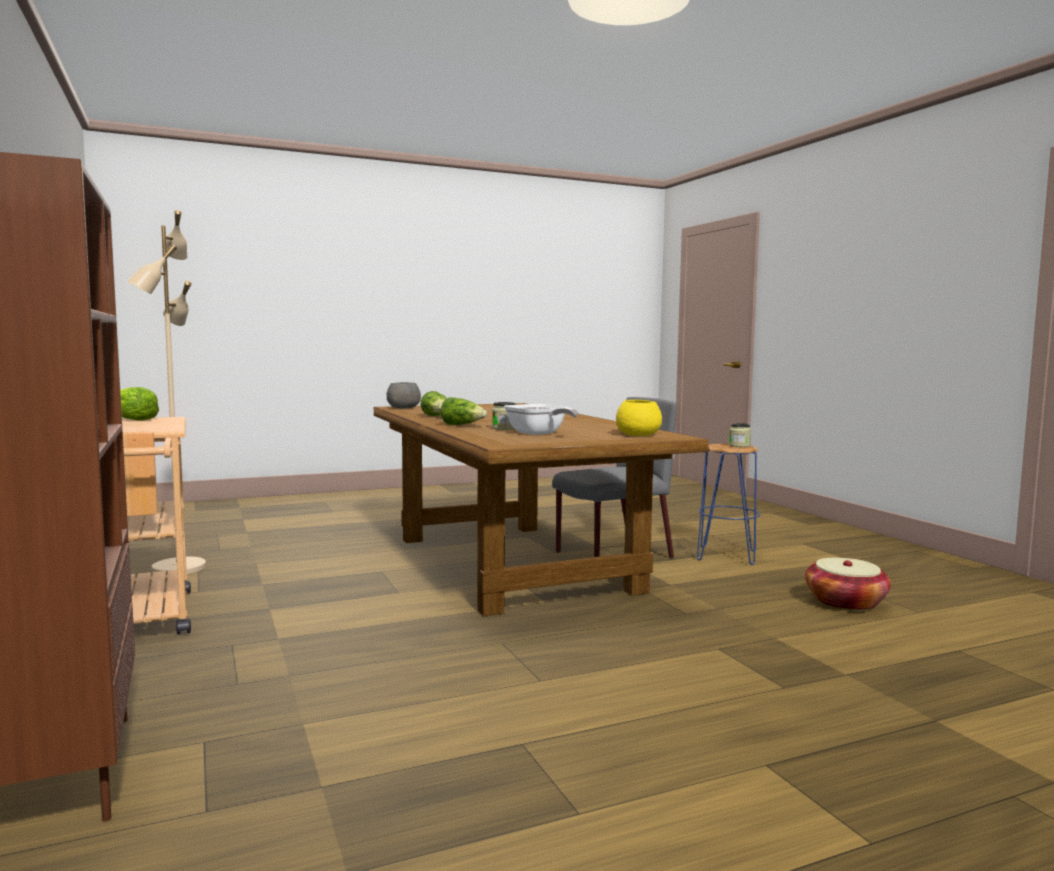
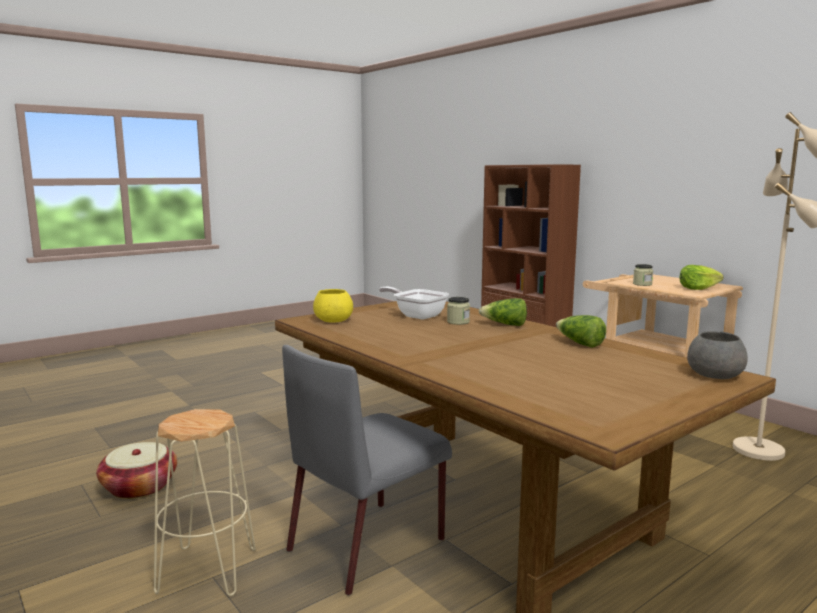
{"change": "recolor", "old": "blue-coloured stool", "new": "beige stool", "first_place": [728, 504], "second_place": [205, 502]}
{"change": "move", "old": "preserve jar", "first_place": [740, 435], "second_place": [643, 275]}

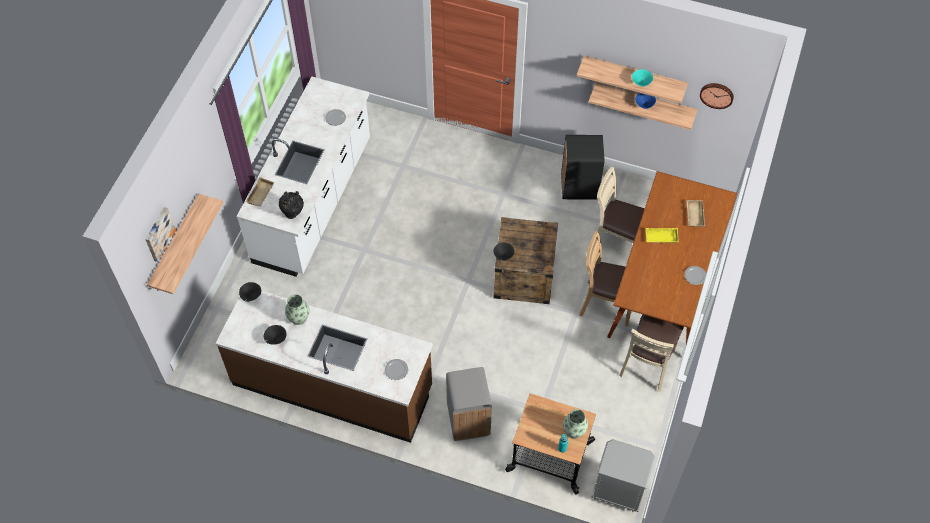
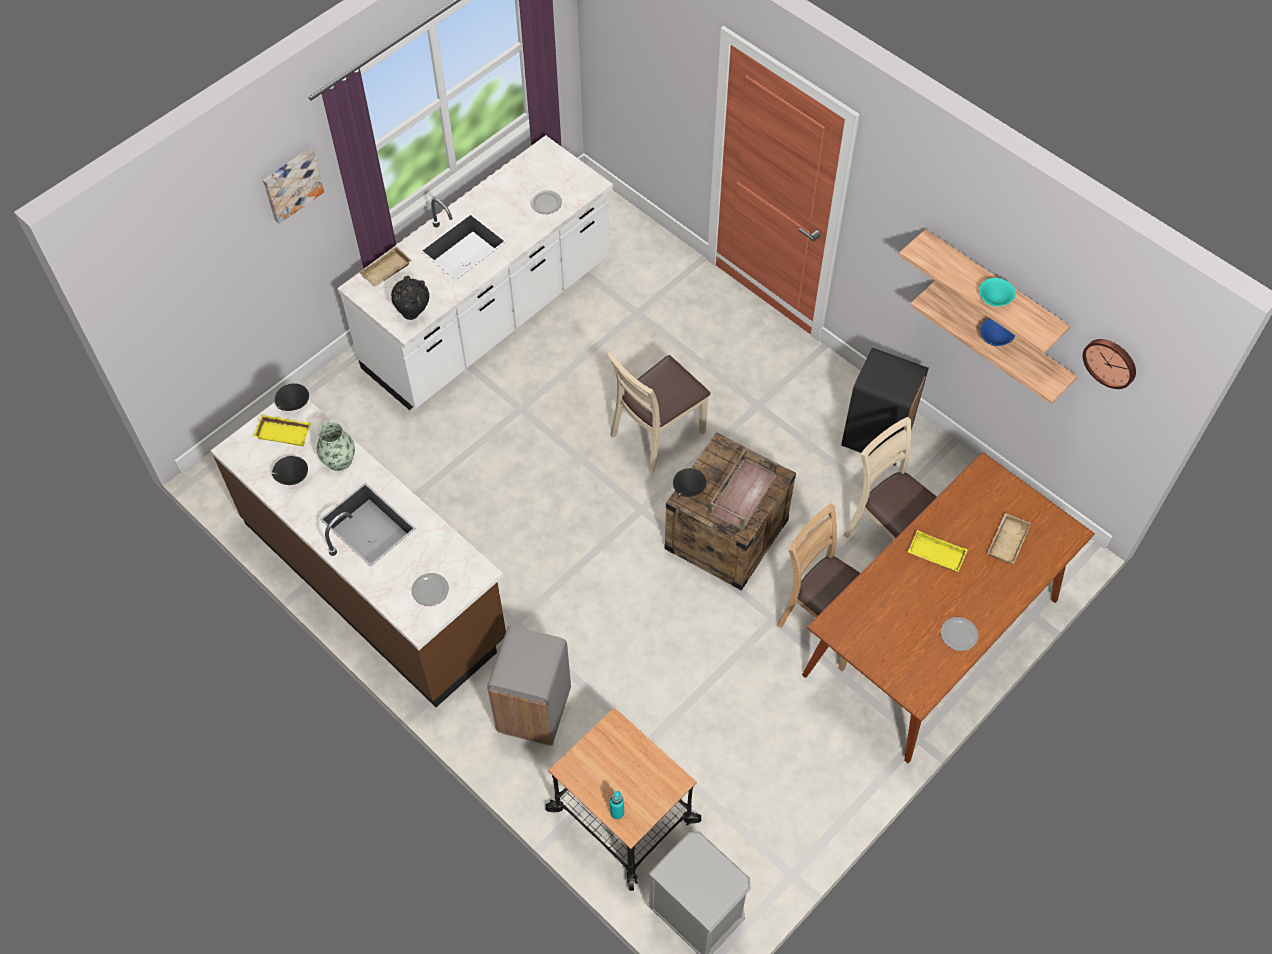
{"change": "insert", "new": "yellow-coloured serving tray", "second_place": [282, 430]}
{"change": "move", "old": "picture", "first_place": [160, 234], "second_place": [293, 186]}
{"change": "move", "old": "beige chair", "first_place": [651, 353], "second_place": [658, 413]}
{"change": "insert", "new": "brownish serving tray", "second_place": [744, 489]}
{"change": "delete", "old": "bracket shelf", "first_place": [185, 243]}
{"change": "delete", "old": "decorative vase", "first_place": [575, 424]}

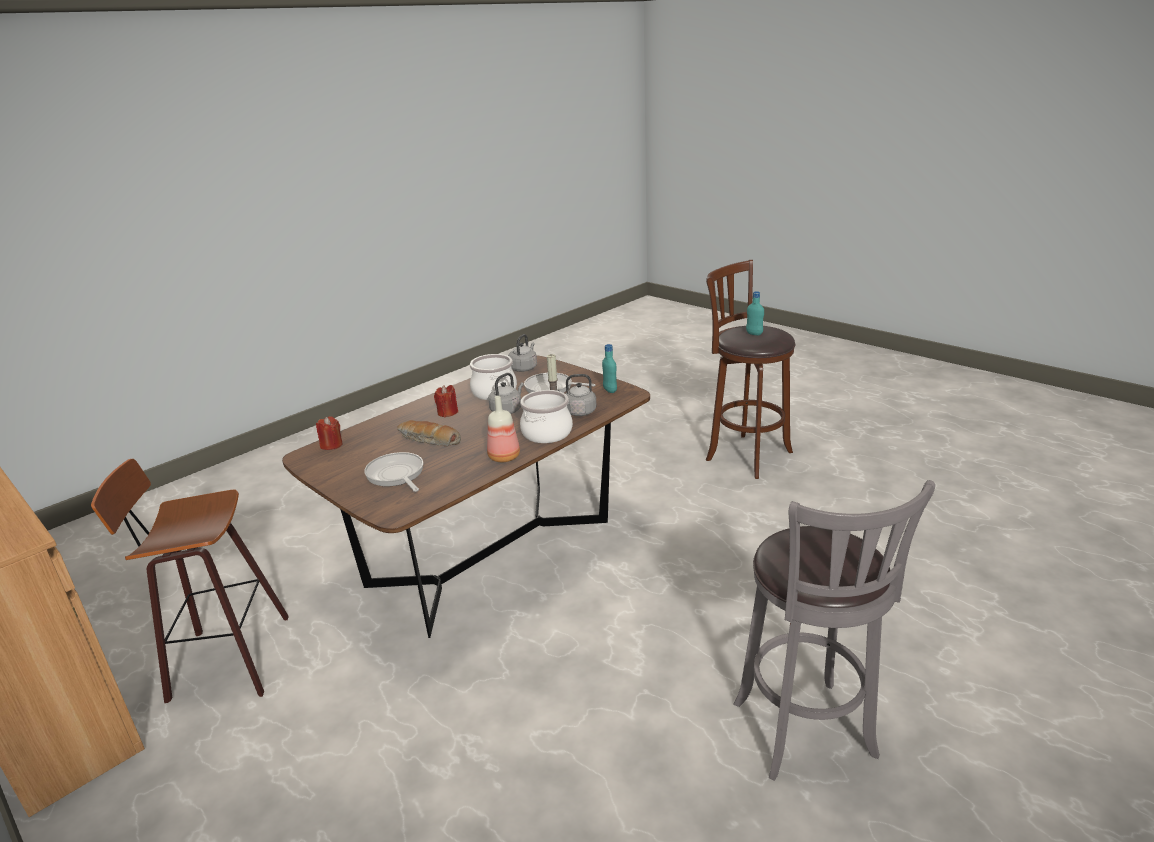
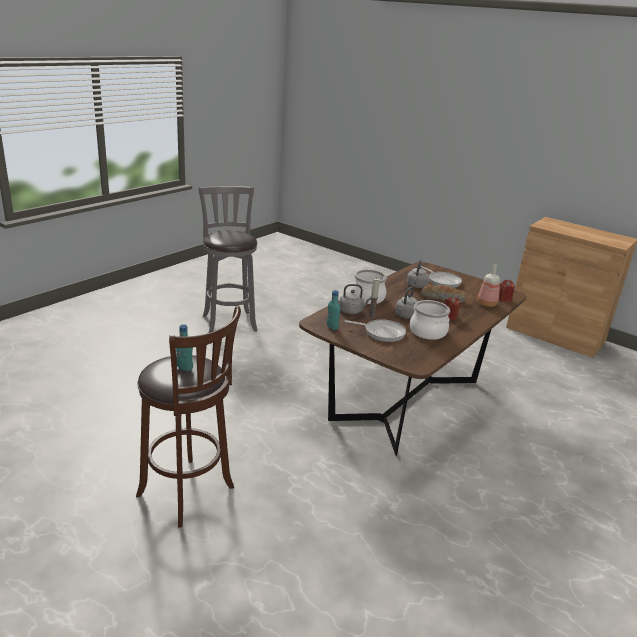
{"change": "move", "old": "gray kettle", "first_place": [522, 353], "second_place": [418, 273]}
{"change": "move", "old": "bottle", "first_place": [503, 429], "second_place": [488, 285]}
{"change": "delete", "old": "stool", "first_place": [190, 581]}

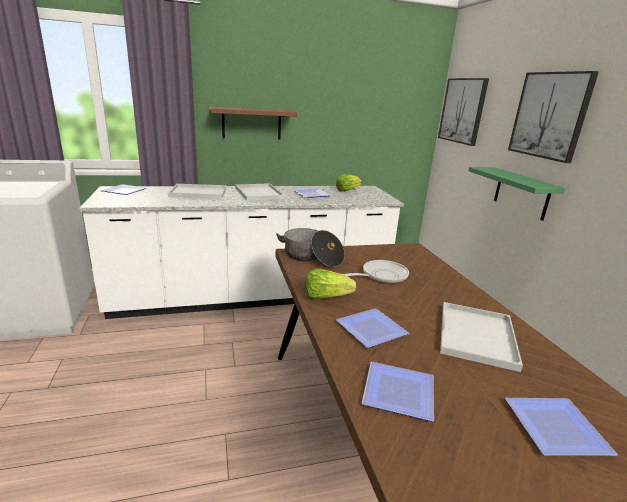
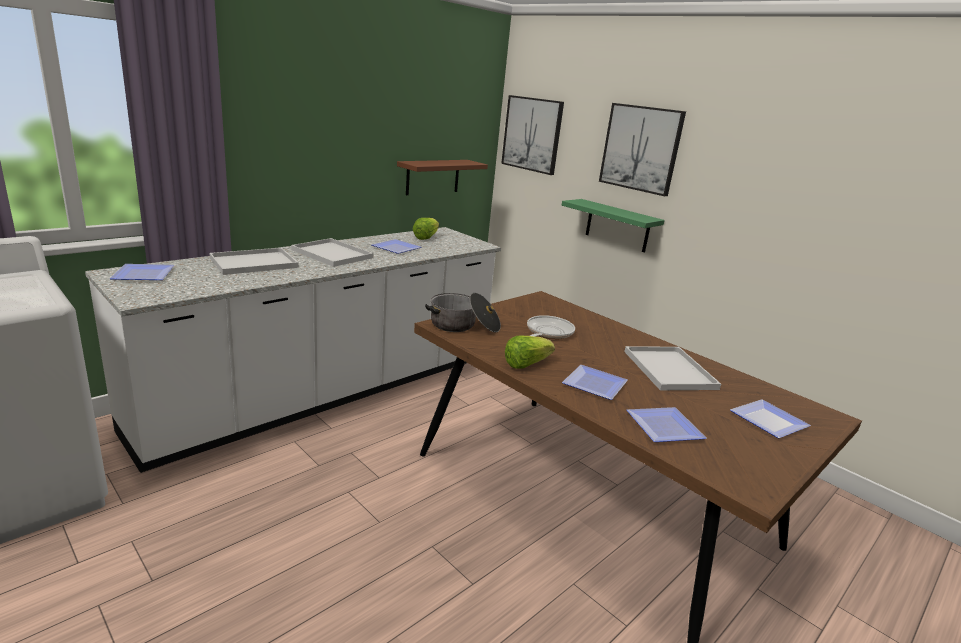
{"change": "move", "old": "brownish bracket shelf", "first_place": [253, 123], "second_place": [442, 177]}

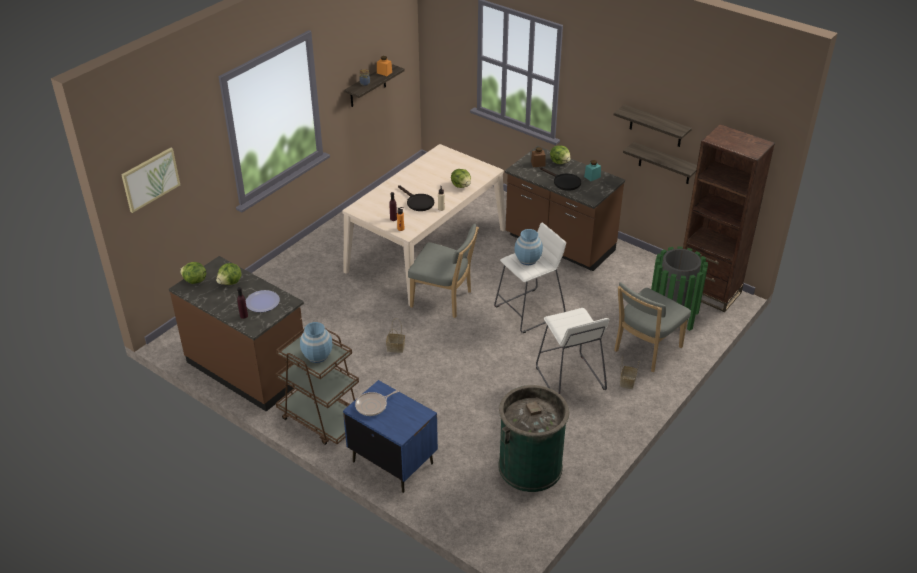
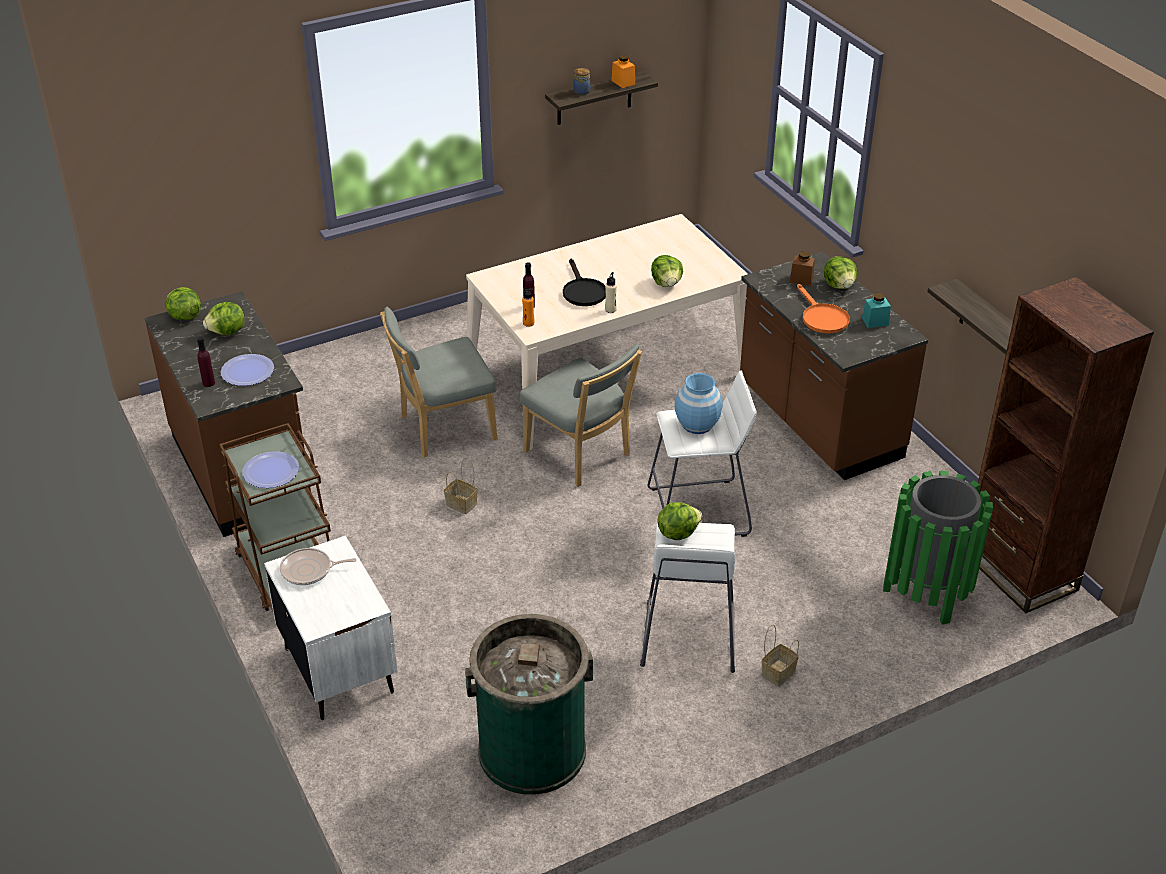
{"change": "replace", "old": "blue-coloured decorative vase", "new": "flat dish", "first_place": [316, 342], "second_place": [270, 469]}
{"change": "recolor", "old": "blue-coloured nightstand", "new": "white-coloured nightstand", "first_place": [390, 436], "second_place": [331, 628]}
{"change": "move", "old": "gray chair", "first_place": [652, 327], "second_place": [438, 382]}
{"change": "insert", "new": "lettuce", "second_place": [679, 521]}
{"change": "recolor", "old": "black frying pan", "new": "orangey frying pan", "first_place": [560, 179], "second_place": [823, 309]}
{"change": "delete", "old": "picture", "first_place": [150, 180]}
{"change": "delete", "old": "bracket shelf", "first_place": [653, 126]}

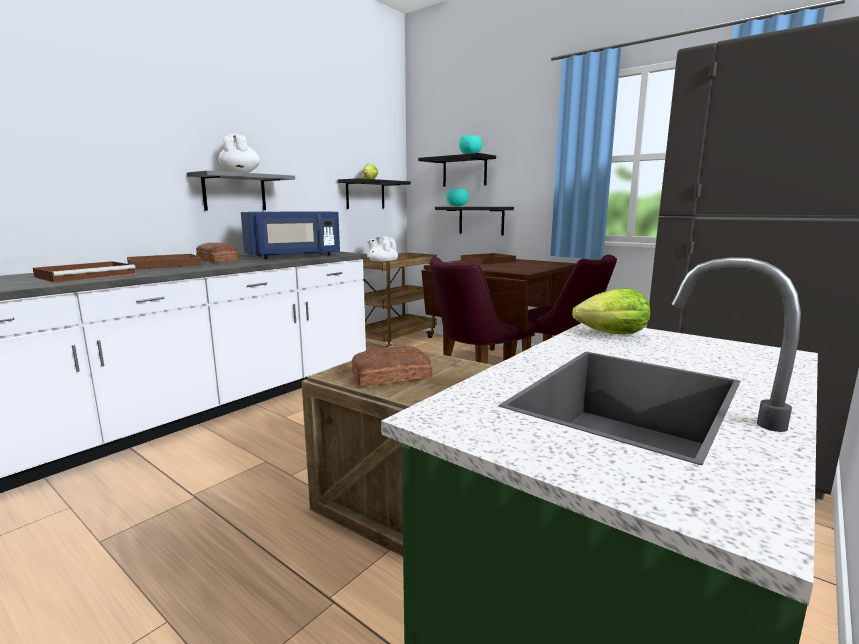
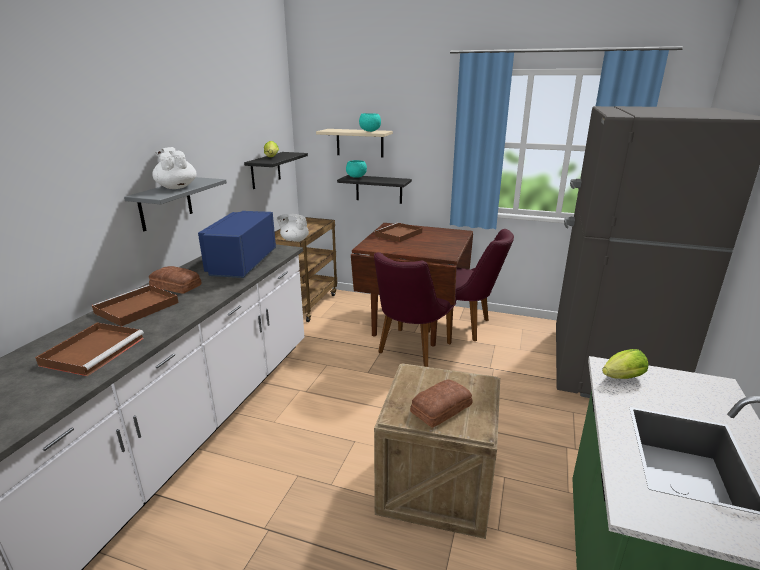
{"change": "rotate", "old": "blue-coloured kitchen microwave", "first_place": [290, 235], "second_place": [237, 244], "degrees": 150}
{"change": "recolor", "old": "black bracket shelf", "new": "beige bracket shelf", "first_place": [457, 170], "second_place": [354, 143]}

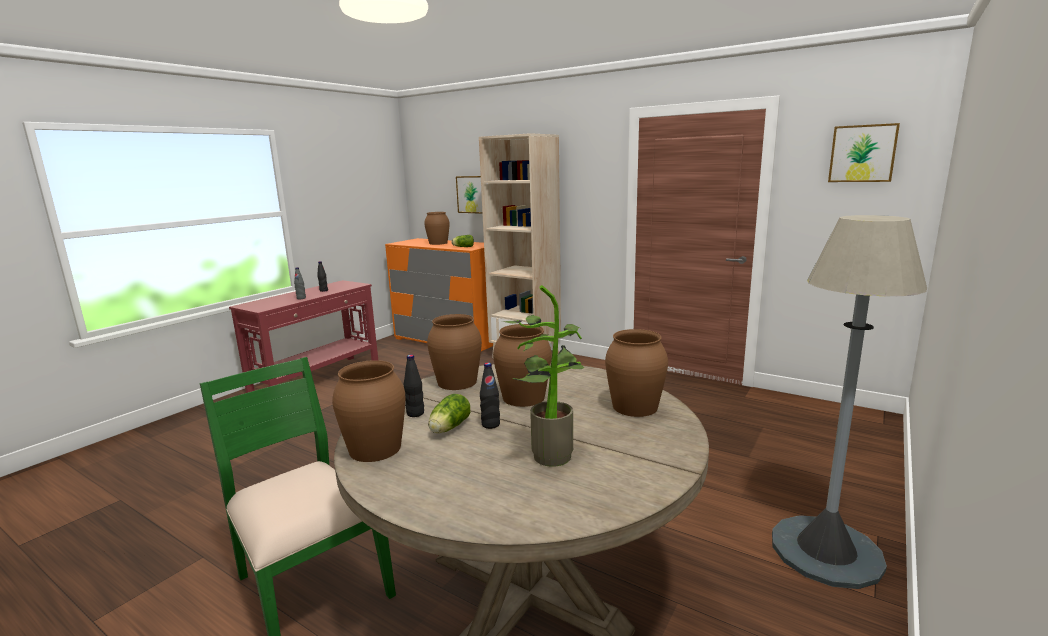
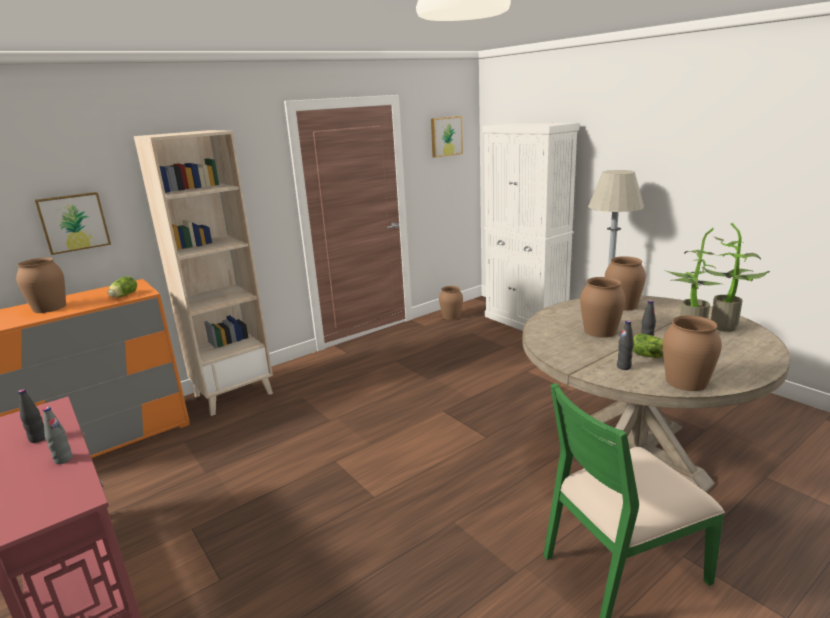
{"change": "move", "old": "brownish decorative vase", "first_place": [454, 352], "second_place": [451, 303]}
{"change": "insert", "new": "white-coloured cabinet", "second_place": [531, 227]}
{"change": "insert", "new": "potted plant", "second_place": [736, 277]}

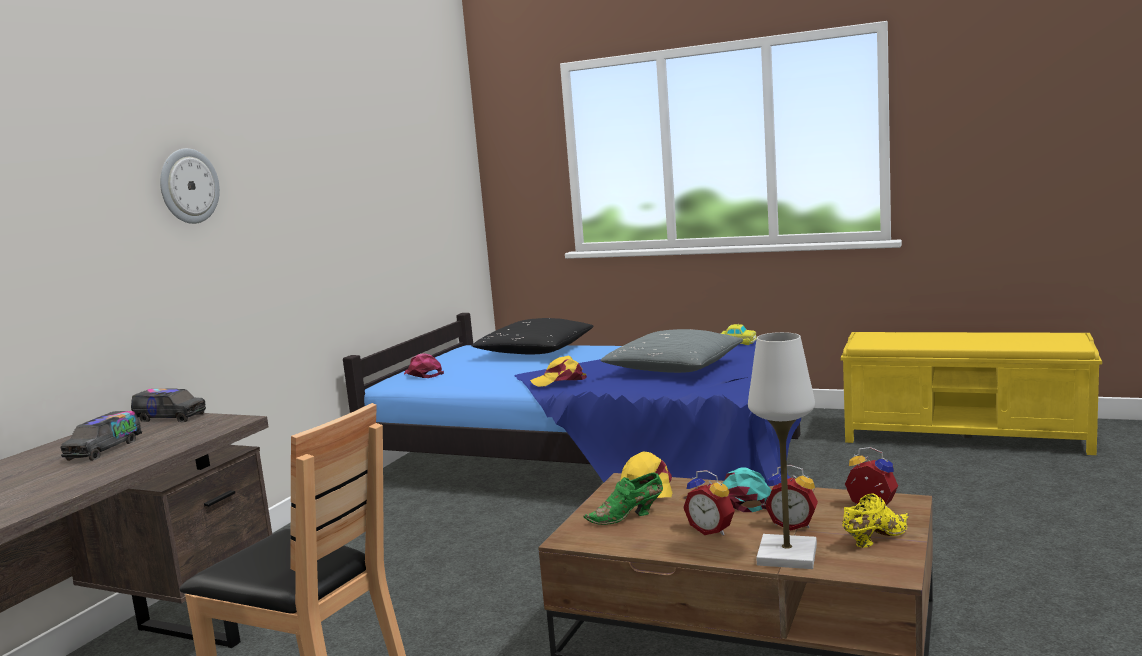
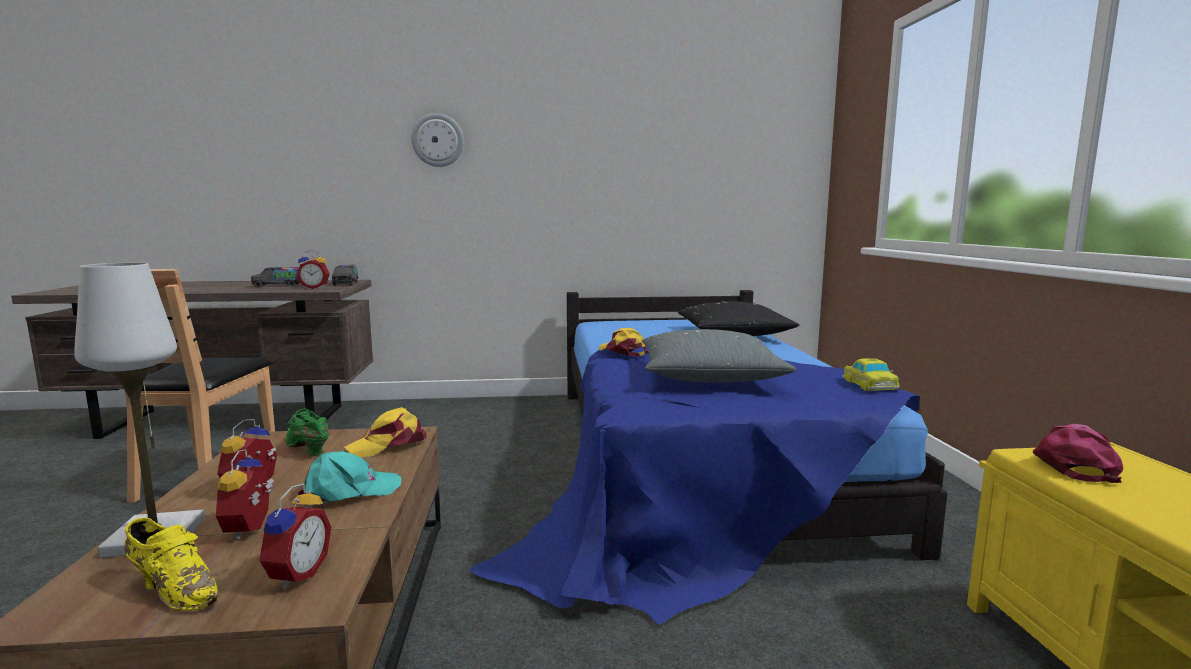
{"change": "insert", "new": "bedside clock", "second_place": [313, 269]}
{"change": "move", "old": "pink-coloured cap", "first_place": [424, 365], "second_place": [1078, 453]}

